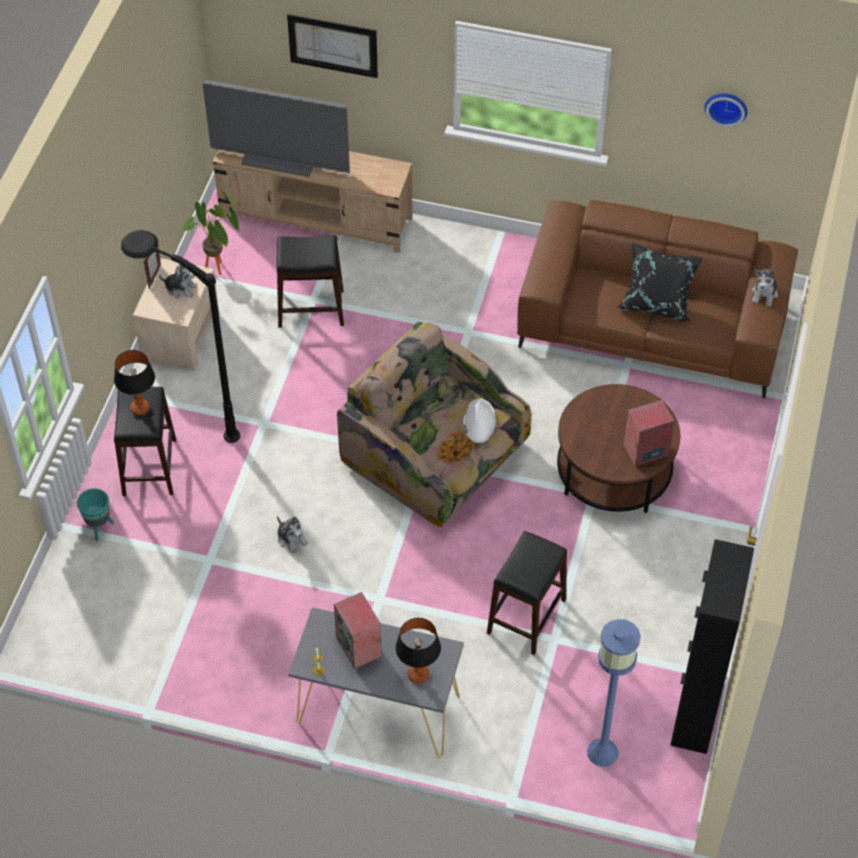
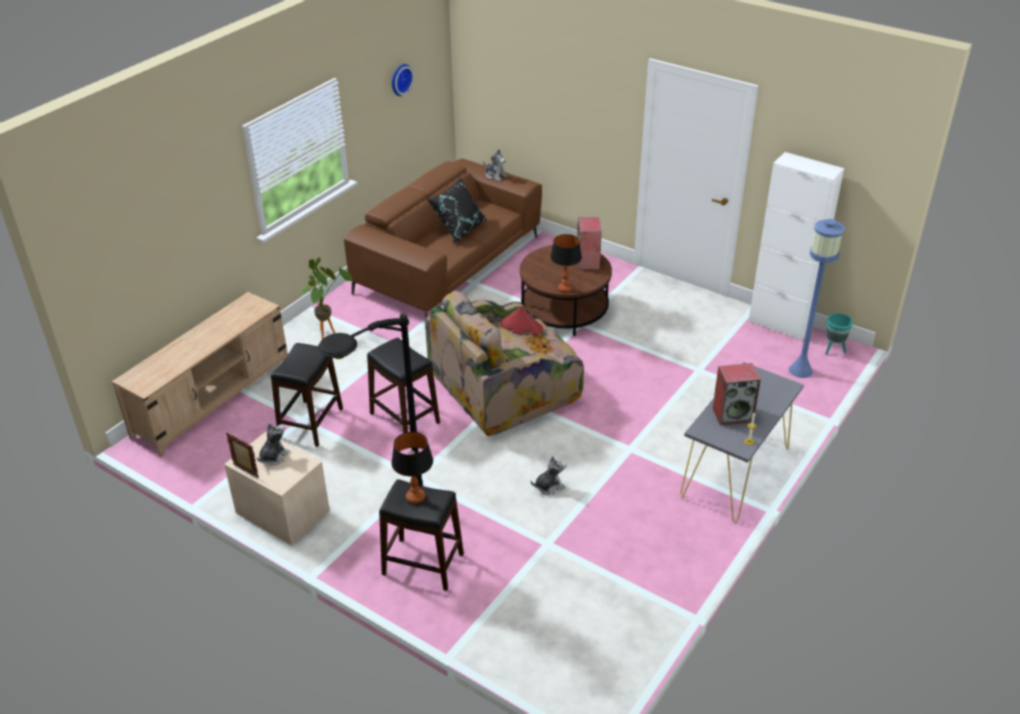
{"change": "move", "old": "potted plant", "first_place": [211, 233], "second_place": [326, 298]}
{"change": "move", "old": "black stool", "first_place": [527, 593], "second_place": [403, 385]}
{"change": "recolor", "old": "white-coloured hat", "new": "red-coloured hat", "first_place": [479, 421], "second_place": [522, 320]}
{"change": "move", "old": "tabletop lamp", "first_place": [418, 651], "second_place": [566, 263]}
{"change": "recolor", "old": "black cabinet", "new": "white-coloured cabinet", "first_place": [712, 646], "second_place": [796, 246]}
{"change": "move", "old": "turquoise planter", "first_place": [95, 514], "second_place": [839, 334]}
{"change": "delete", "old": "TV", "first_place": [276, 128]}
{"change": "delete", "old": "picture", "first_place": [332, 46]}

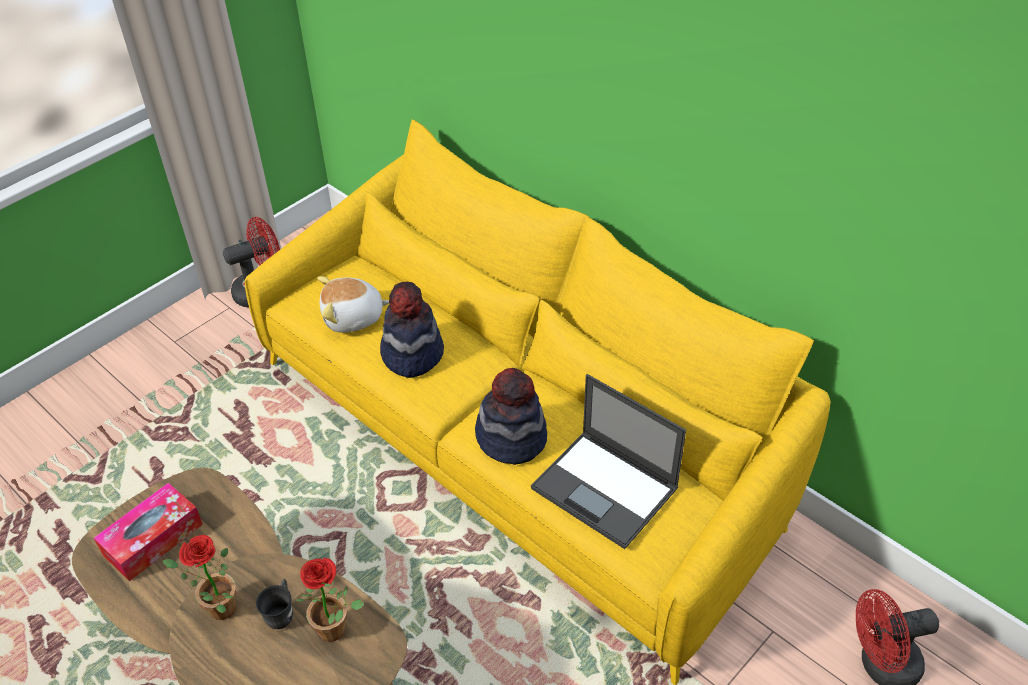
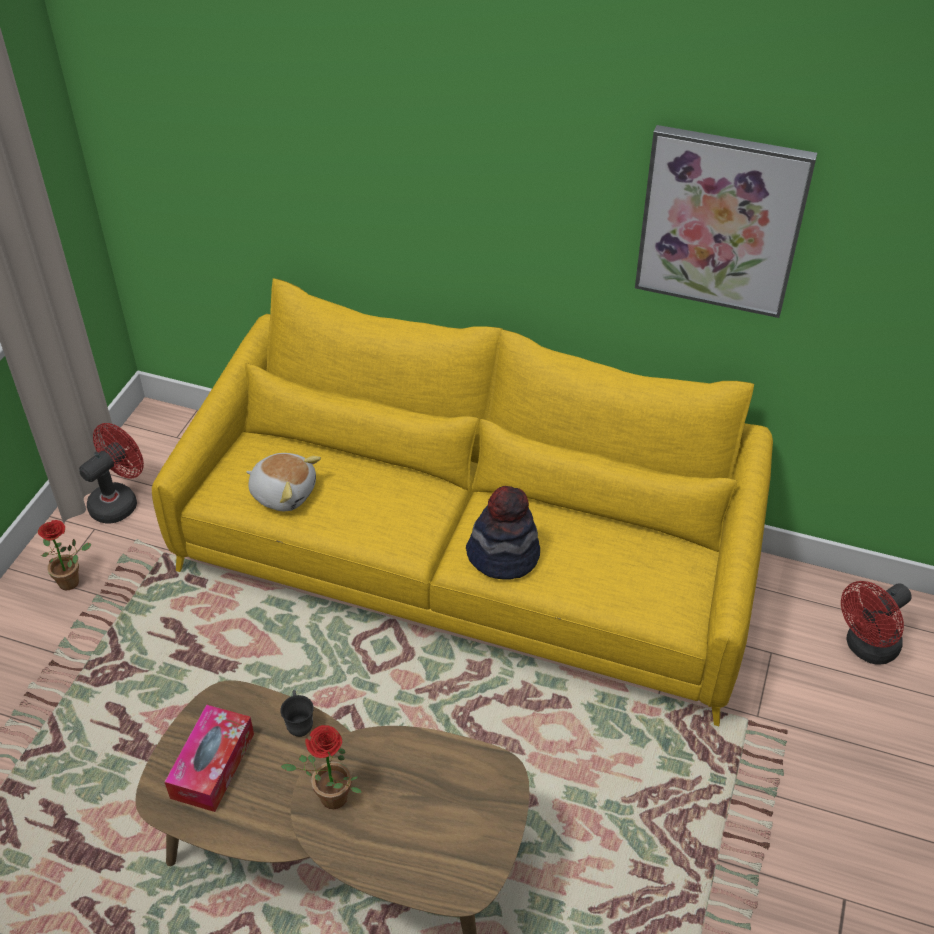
{"change": "move", "old": "potted plant", "first_place": [329, 600], "second_place": [65, 555]}
{"change": "rotate", "old": "soft toy", "first_place": [353, 304], "second_place": [283, 482], "degrees": -120}
{"change": "move", "old": "gray mug", "first_place": [274, 604], "second_place": [297, 713]}
{"change": "insert", "new": "picture", "second_place": [726, 221]}
{"change": "delete", "old": "hat", "first_place": [412, 330]}
{"change": "delete", "old": "laptop", "first_place": [608, 461]}

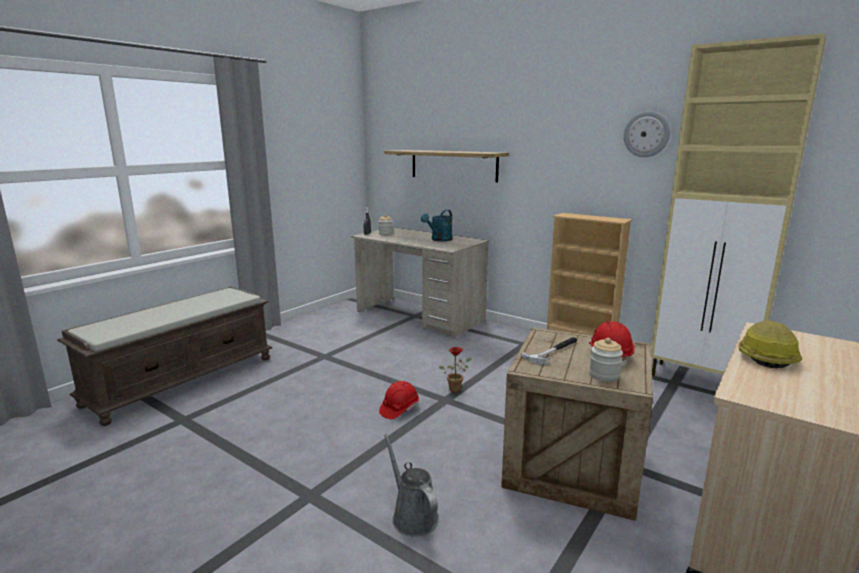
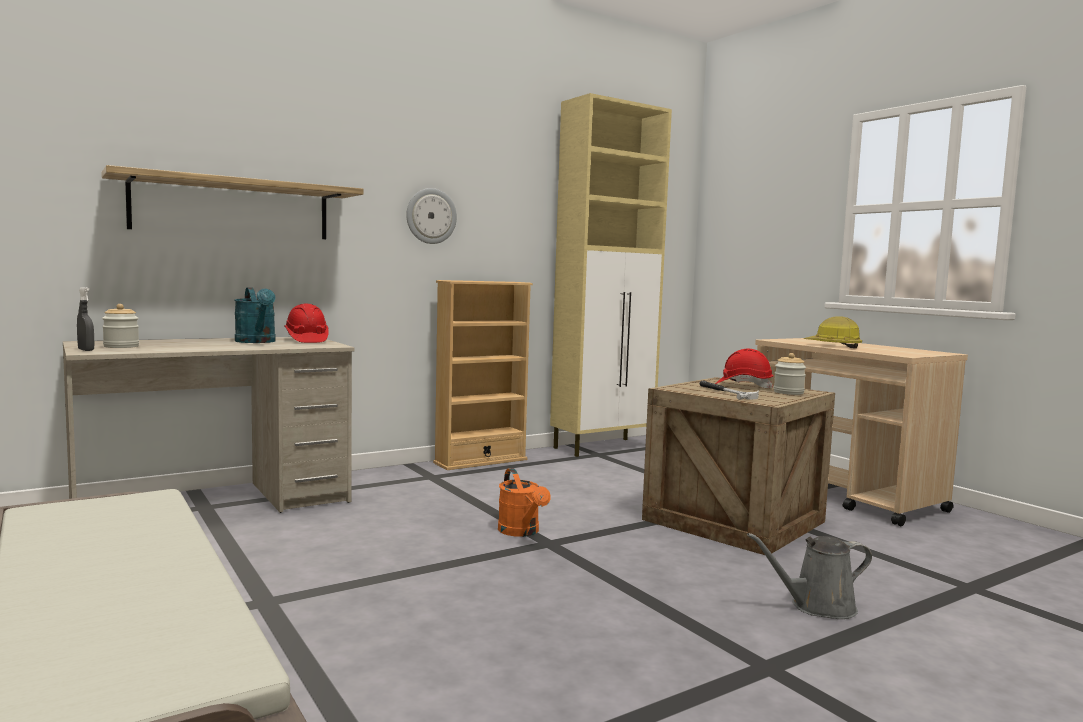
{"change": "move", "old": "red-coloured work helmet", "first_place": [399, 400], "second_place": [306, 323]}
{"change": "move", "old": "hanging clock", "first_place": [647, 134], "second_place": [431, 216]}
{"change": "replace", "old": "potted plant", "new": "orangey sprinkling can", "first_place": [455, 369], "second_place": [524, 502]}

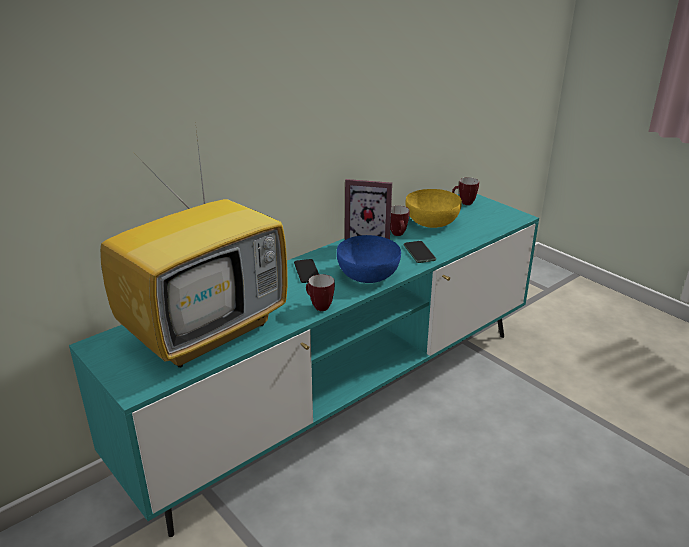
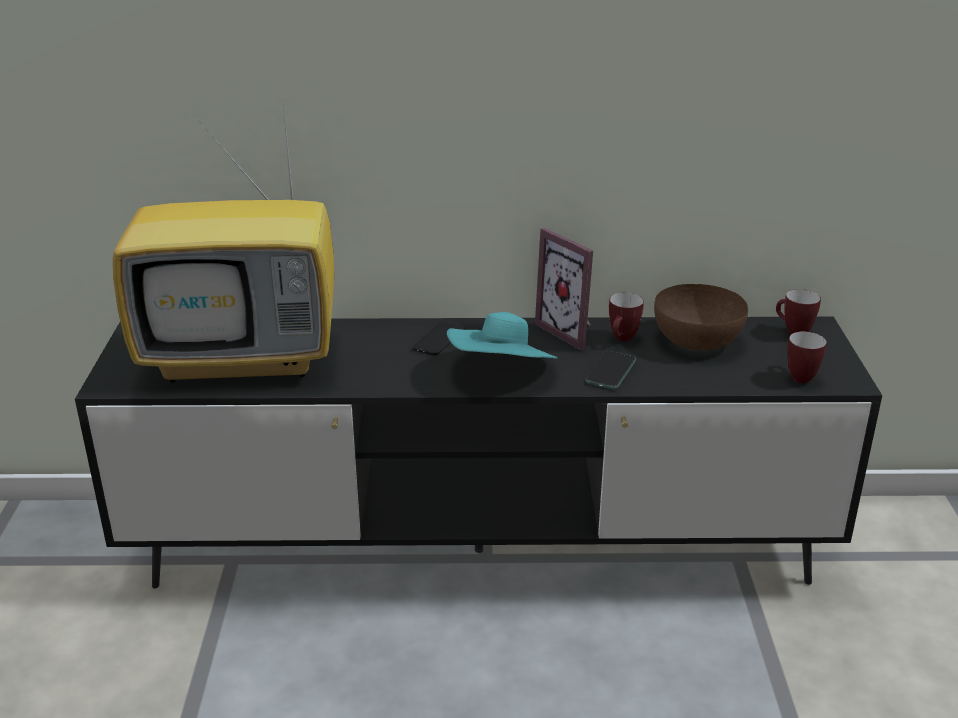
{"change": "recolor", "old": "turquoise tv stand", "new": "black tv stand", "first_place": [304, 365], "second_place": [478, 452]}
{"change": "replace", "old": "blue-coloured bowl", "new": "turquoise hat", "first_place": [369, 259], "second_place": [502, 335]}
{"change": "recolor", "old": "yellow-coloured bowl", "new": "brownish bowl", "first_place": [433, 208], "second_place": [701, 317]}
{"change": "move", "old": "mug", "first_place": [320, 292], "second_place": [807, 357]}

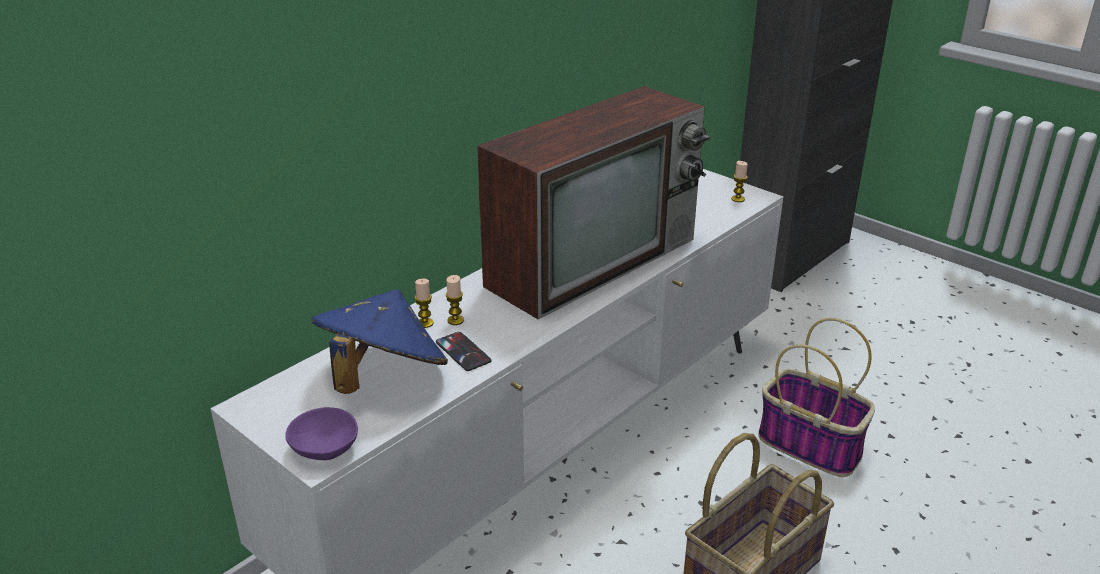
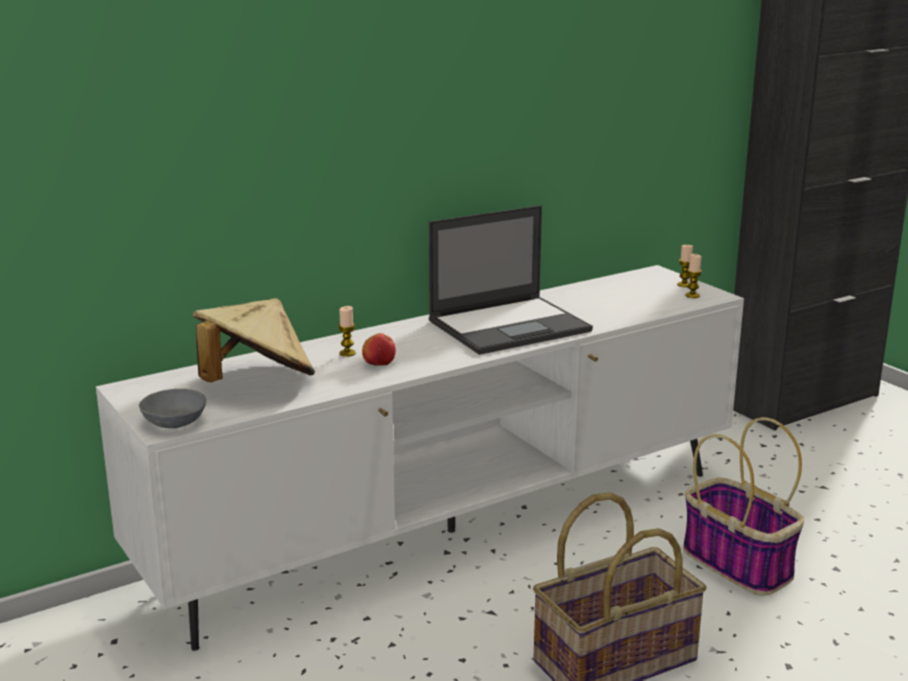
{"change": "recolor", "old": "purple-coloured bowl", "new": "gray bowl", "first_place": [322, 433], "second_place": [172, 408]}
{"change": "recolor", "old": "blue-coloured hat", "new": "beige hat", "first_place": [379, 341], "second_place": [254, 340]}
{"change": "insert", "new": "whole apple", "second_place": [379, 349]}
{"change": "replace", "old": "TV", "new": "laptop", "first_place": [594, 202], "second_place": [511, 280]}
{"change": "move", "old": "candle", "first_place": [424, 303], "second_place": [685, 265]}
{"change": "delete", "old": "phone", "first_place": [464, 351]}

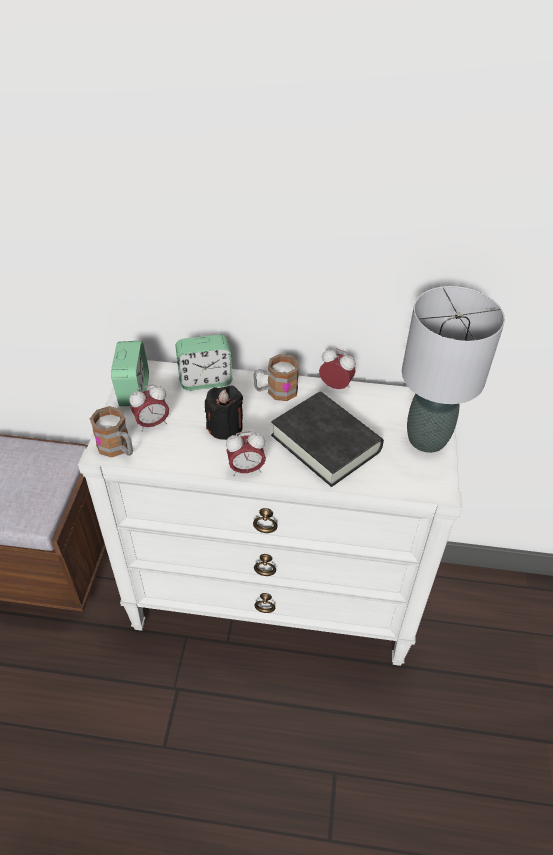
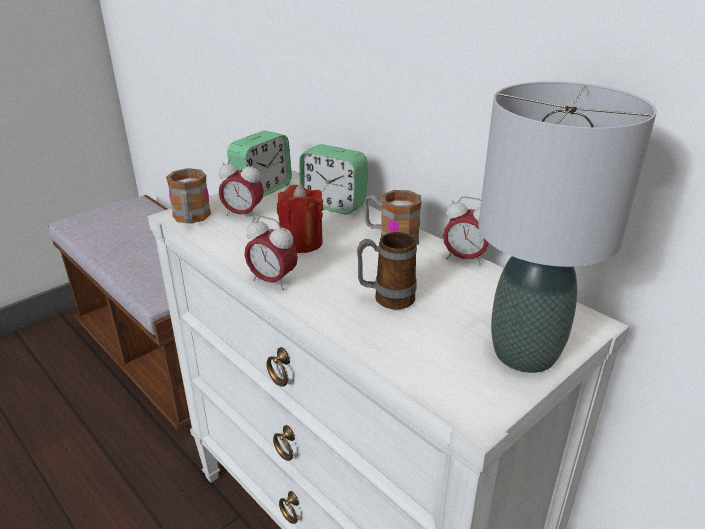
{"change": "recolor", "old": "black candle", "new": "red-coloured candle", "first_place": [224, 413], "second_place": [300, 218]}
{"change": "replace", "old": "black book", "new": "mug", "first_place": [327, 439], "second_place": [387, 271]}
{"change": "rotate", "old": "bedside clock", "first_place": [337, 368], "second_place": [466, 231], "degrees": 135}

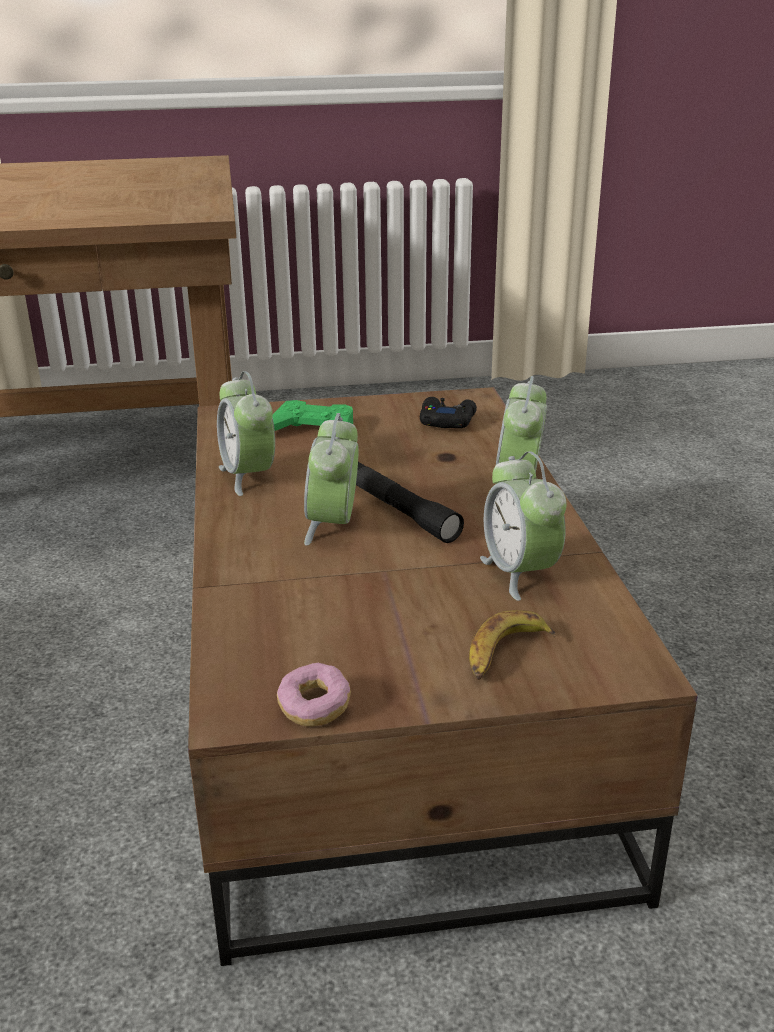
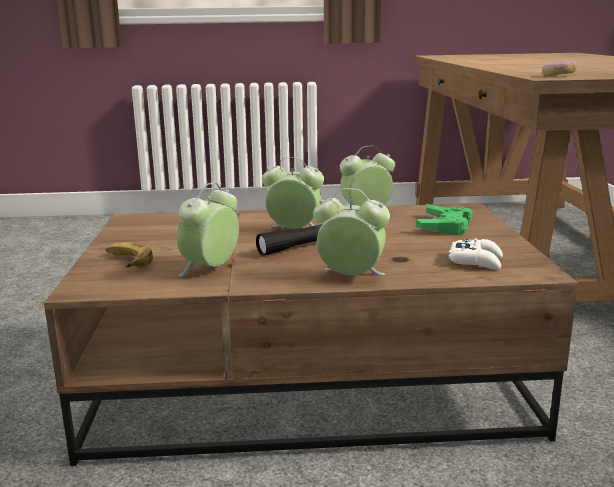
{"change": "rotate", "old": "bedside clock", "first_place": [523, 526], "second_place": [208, 229], "degrees": -45}
{"change": "recolor", "old": "black joypad", "new": "white-coloured joypad", "first_place": [448, 412], "second_place": [476, 254]}
{"change": "move", "old": "doughnut", "first_place": [314, 694], "second_place": [559, 68]}

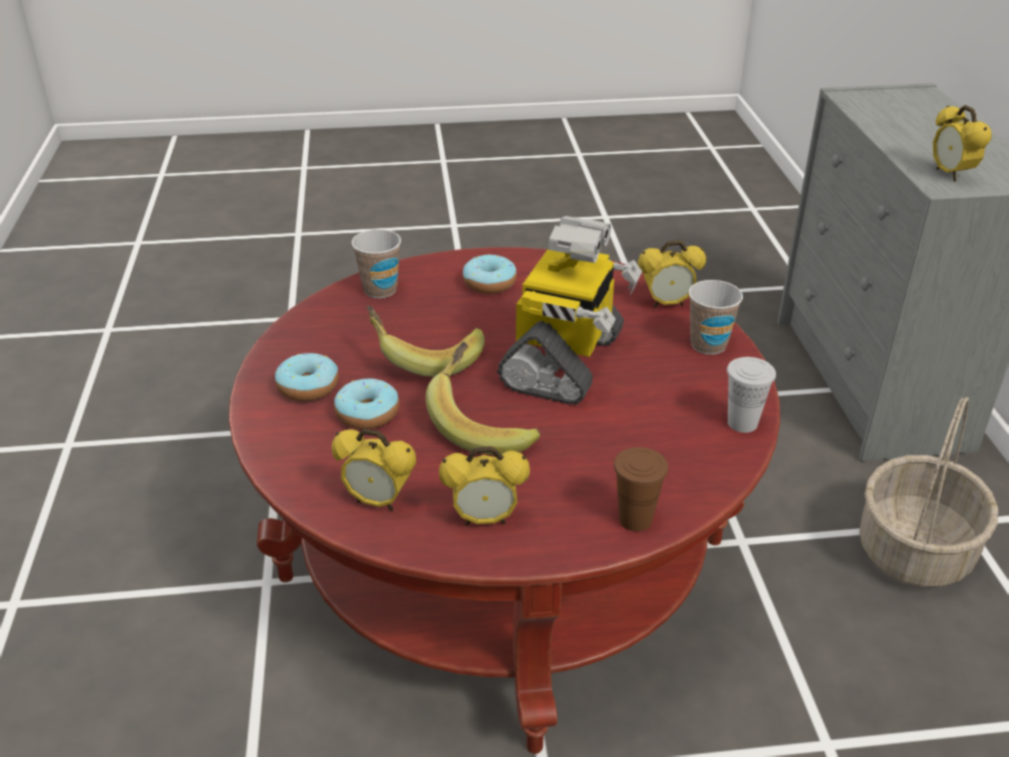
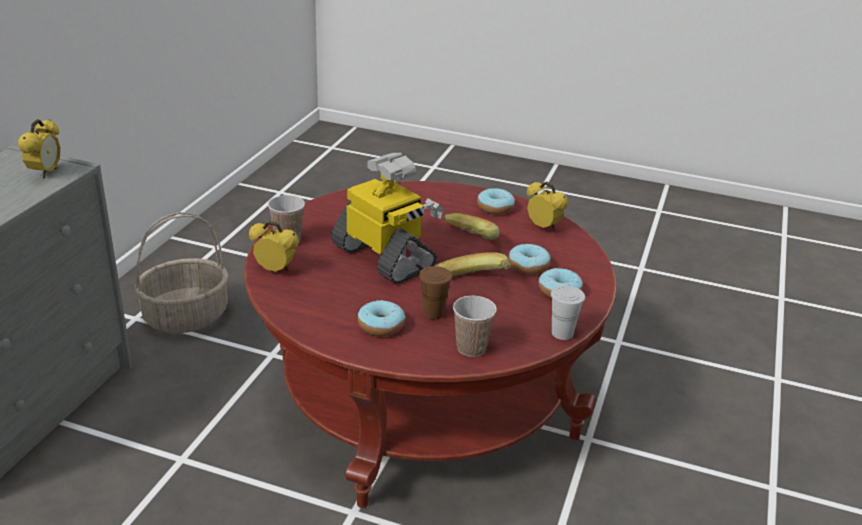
{"change": "rotate", "old": "robot figure", "first_place": [569, 310], "second_place": [387, 218], "degrees": 90}
{"change": "move", "old": "brownish cup", "first_place": [641, 489], "second_place": [435, 293]}
{"change": "replace", "old": "bedside clock", "new": "doughnut", "first_place": [484, 486], "second_place": [496, 201]}
{"change": "move", "old": "white-coloured cup", "first_place": [751, 395], "second_place": [568, 312]}

